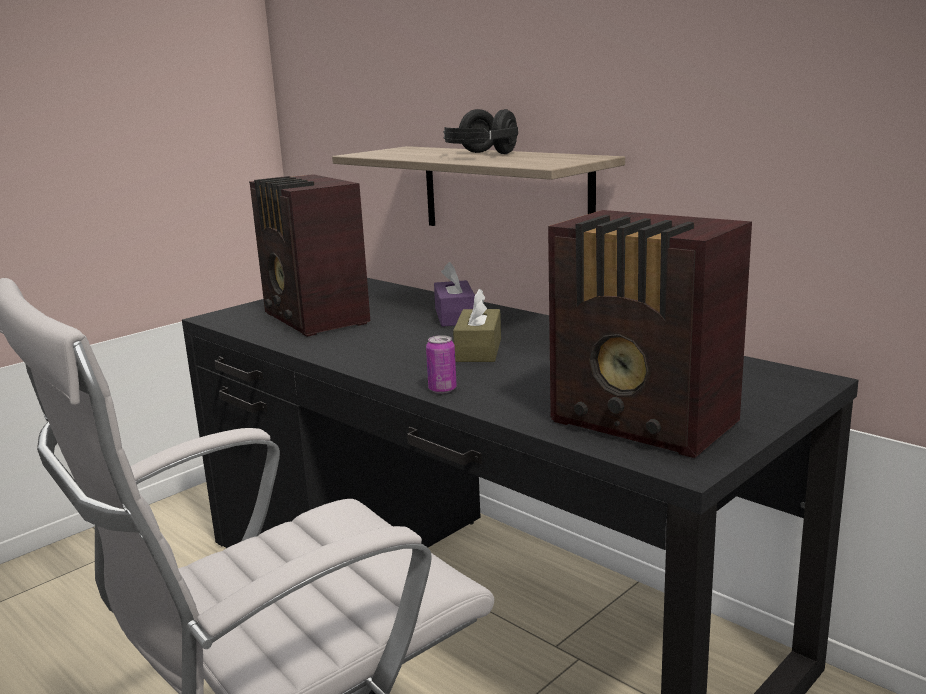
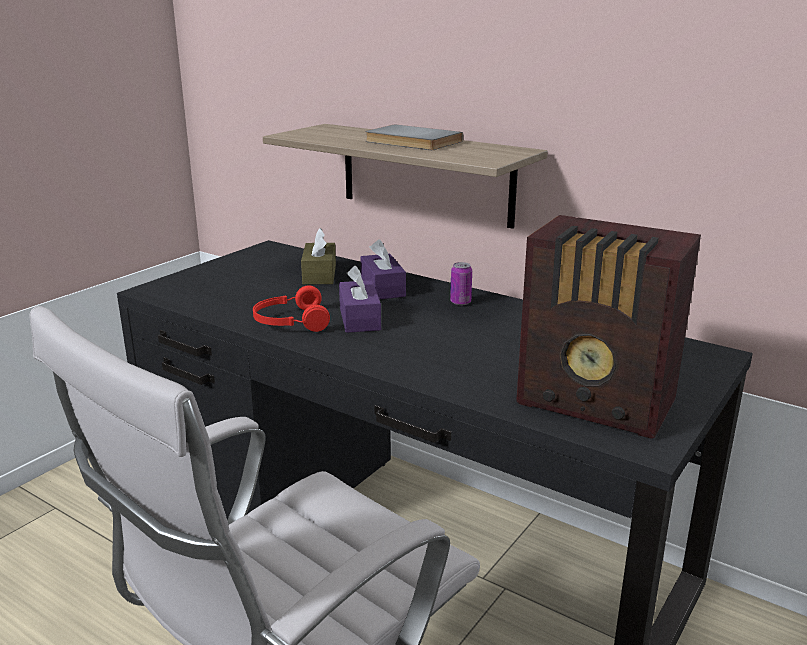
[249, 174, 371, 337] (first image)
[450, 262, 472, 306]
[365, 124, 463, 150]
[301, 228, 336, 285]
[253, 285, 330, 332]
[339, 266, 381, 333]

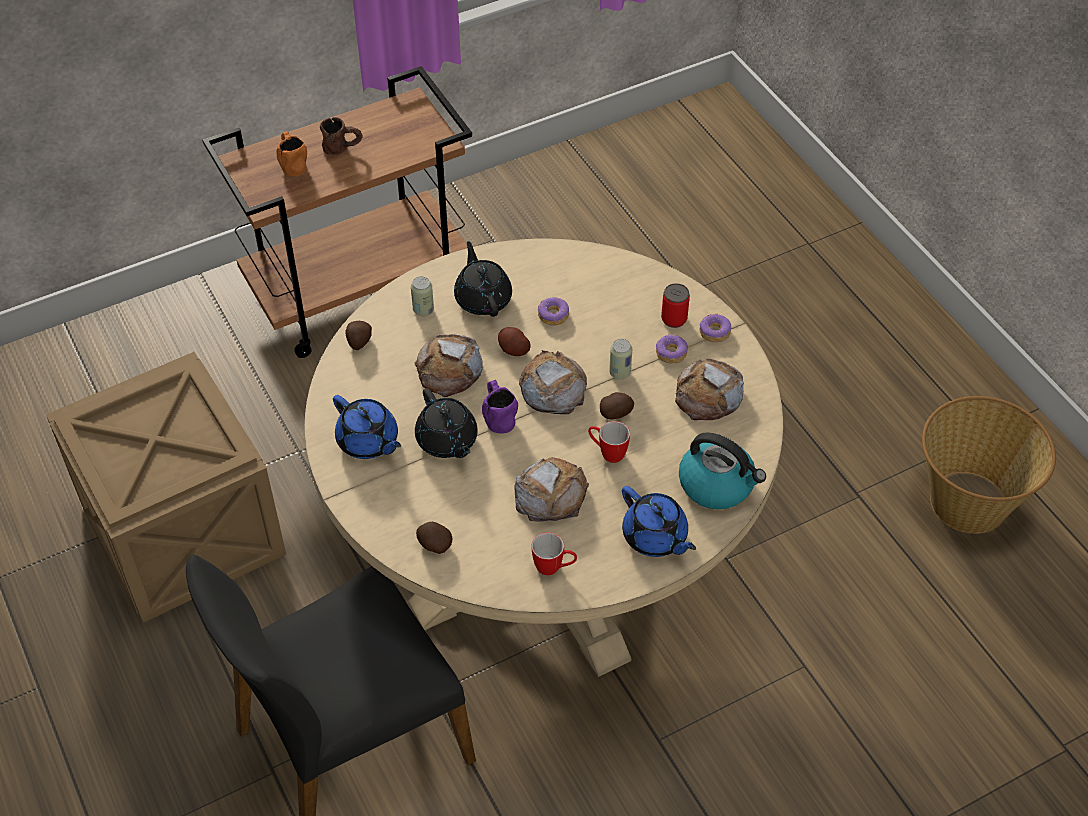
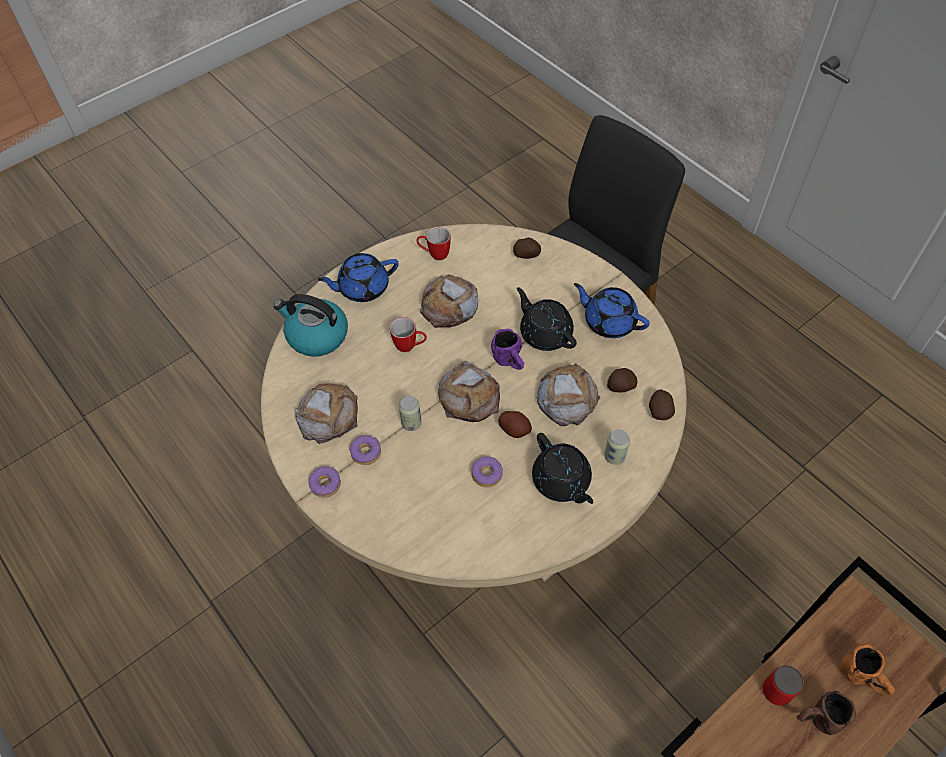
[46, 352, 286, 623] (first image)
[607, 368, 638, 392]
[318, 253, 399, 302]
[763, 665, 803, 706]
[922, 396, 1056, 534] (first image)

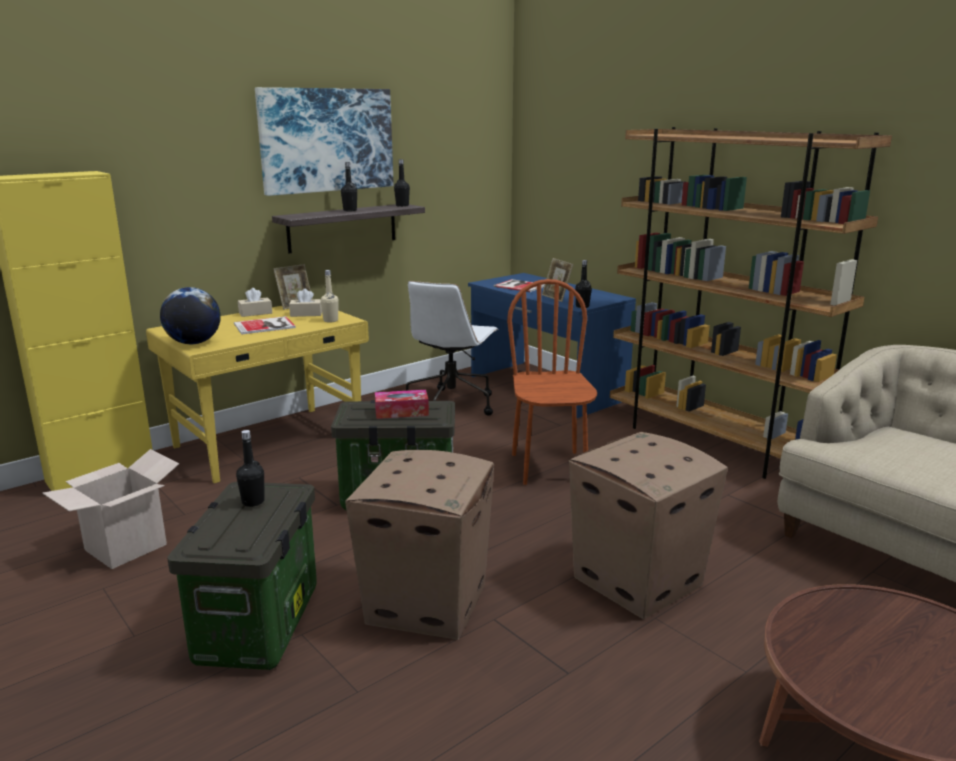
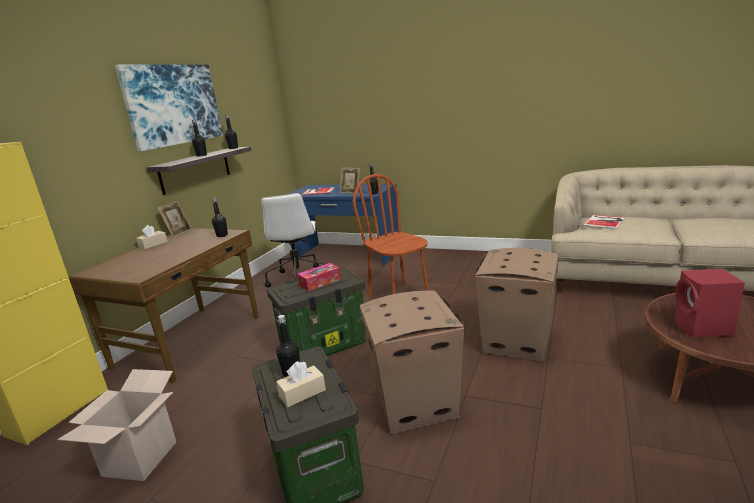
[69, 228, 259, 383]
[160, 287, 221, 344] (first image)
[583, 215, 625, 230]
[276, 361, 326, 407]
[212, 197, 228, 237]
[610, 127, 892, 479] (first image)
[675, 269, 745, 338]

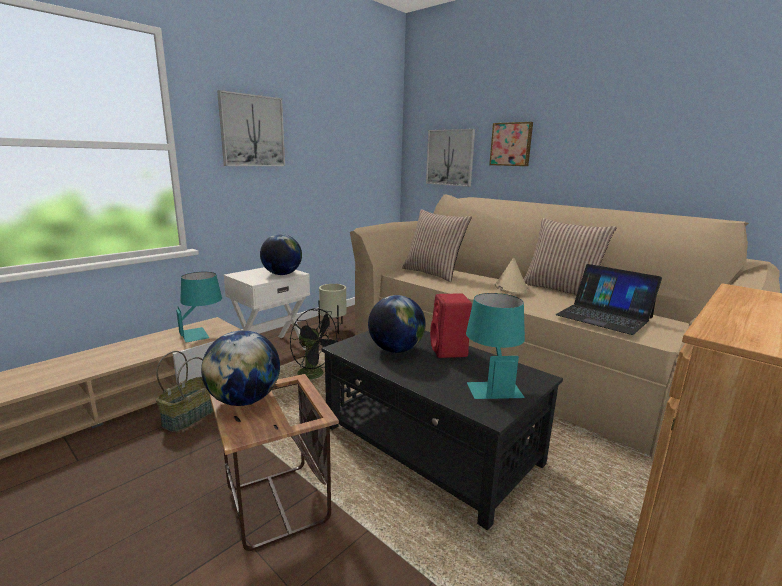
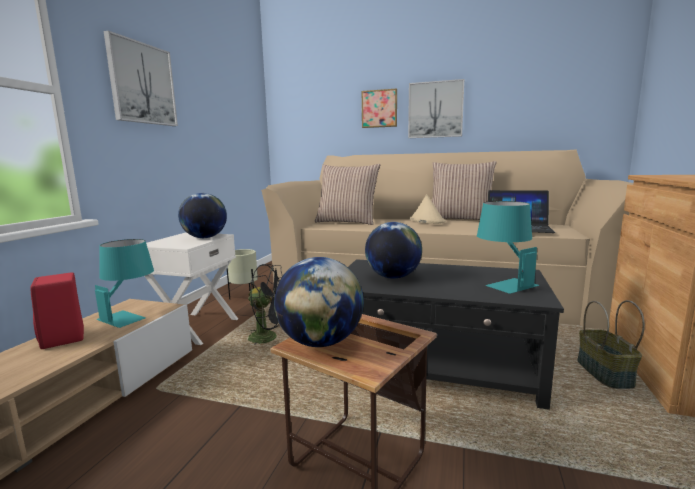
[577, 300, 645, 389]
[408, 79, 464, 138]
[30, 272, 84, 349]

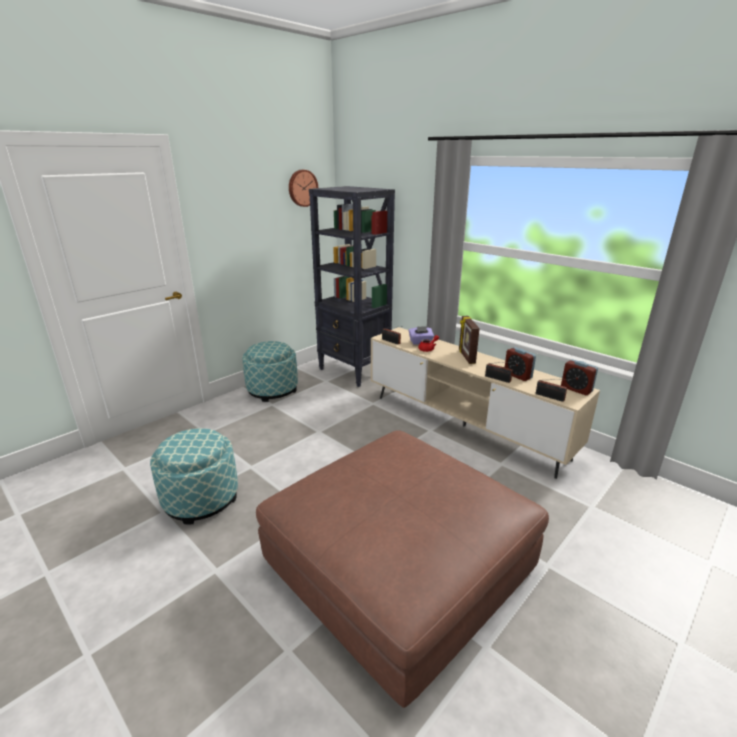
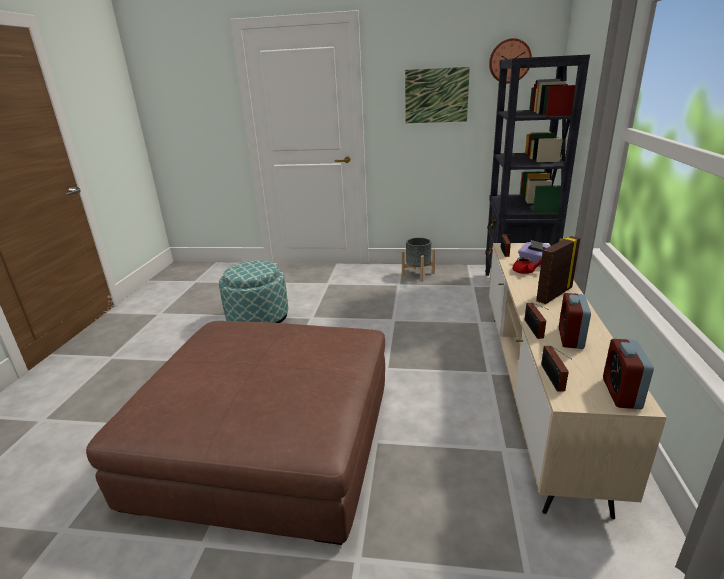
[402, 237, 435, 282]
[405, 67, 470, 123]

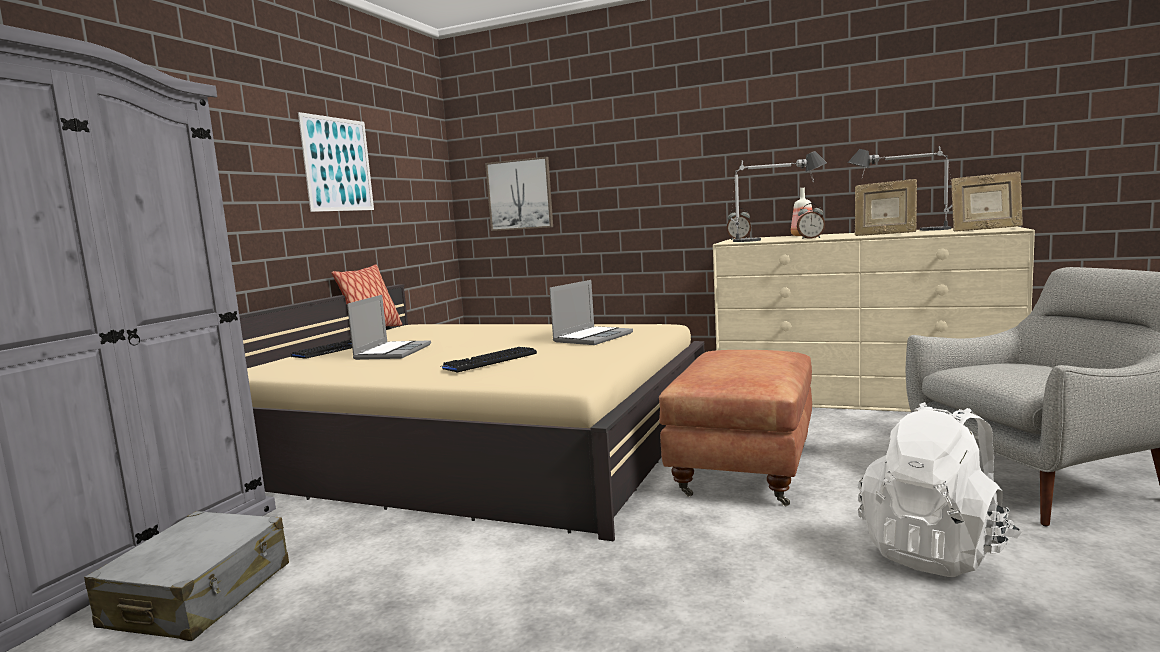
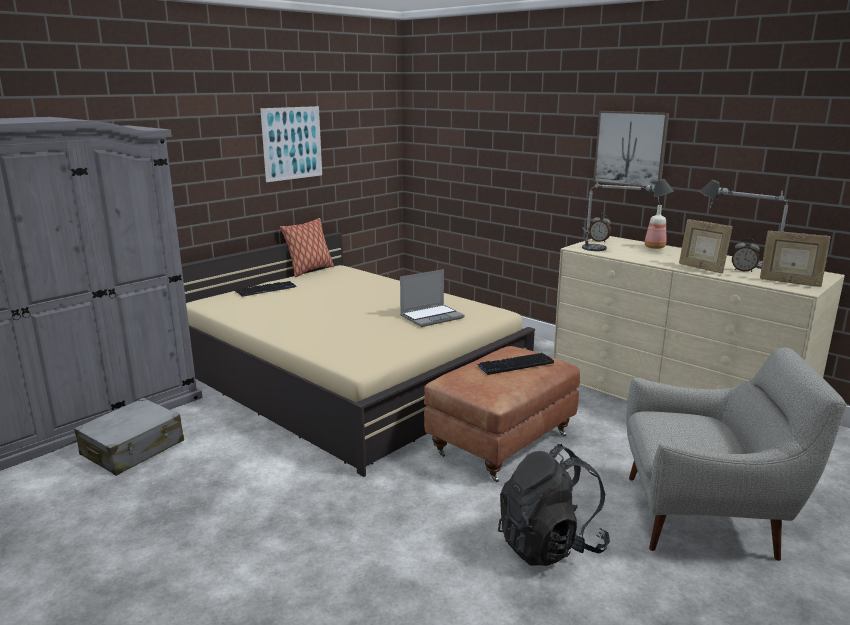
[347, 295, 431, 360] (first image)
[477, 353, 554, 375]
[593, 111, 669, 188]
[732, 239, 760, 272]
[498, 444, 610, 566]

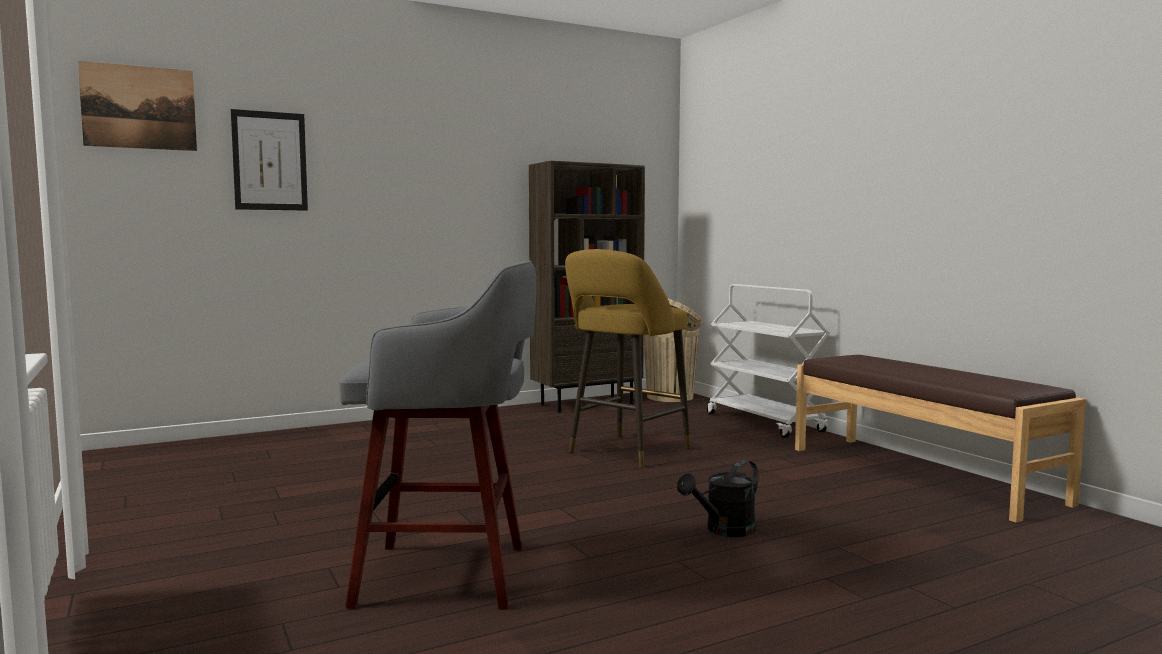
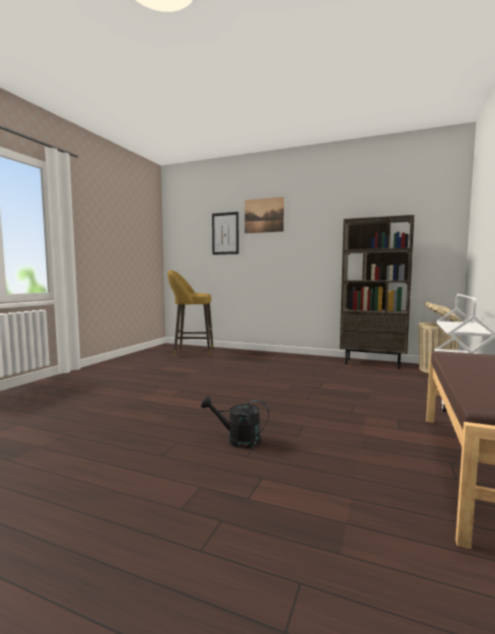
[245, 197, 284, 234]
[339, 261, 536, 610] (first image)
[168, 270, 214, 357]

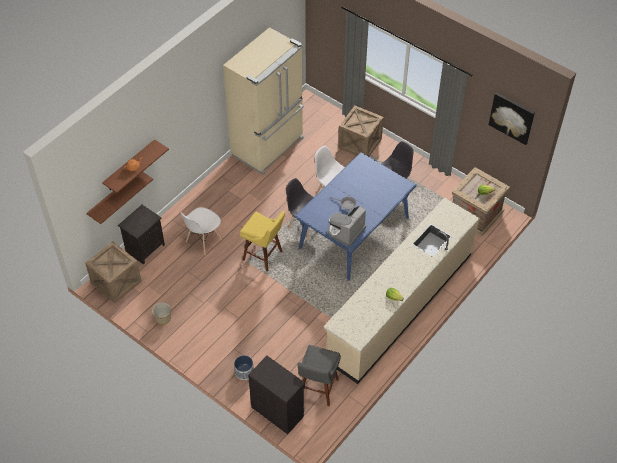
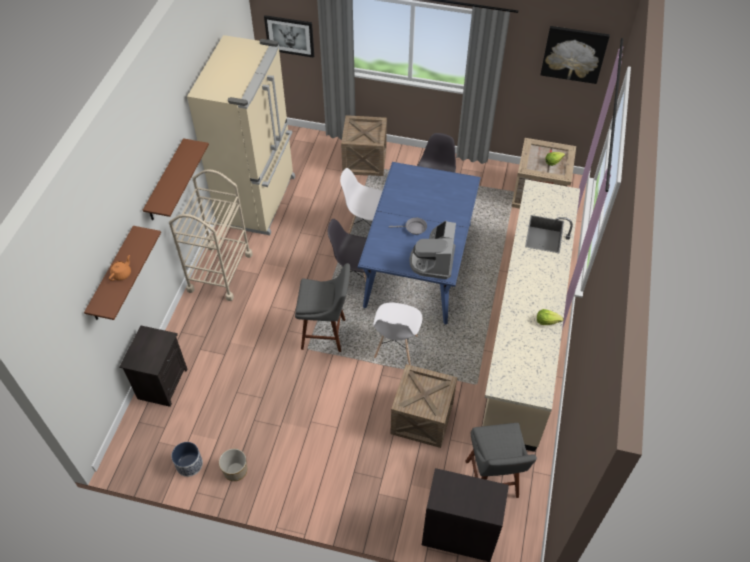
[390, 364, 457, 448]
[143, 138, 209, 220]
[373, 303, 422, 365]
[171, 442, 203, 477]
[295, 263, 350, 352]
[169, 169, 253, 301]
[264, 15, 314, 58]

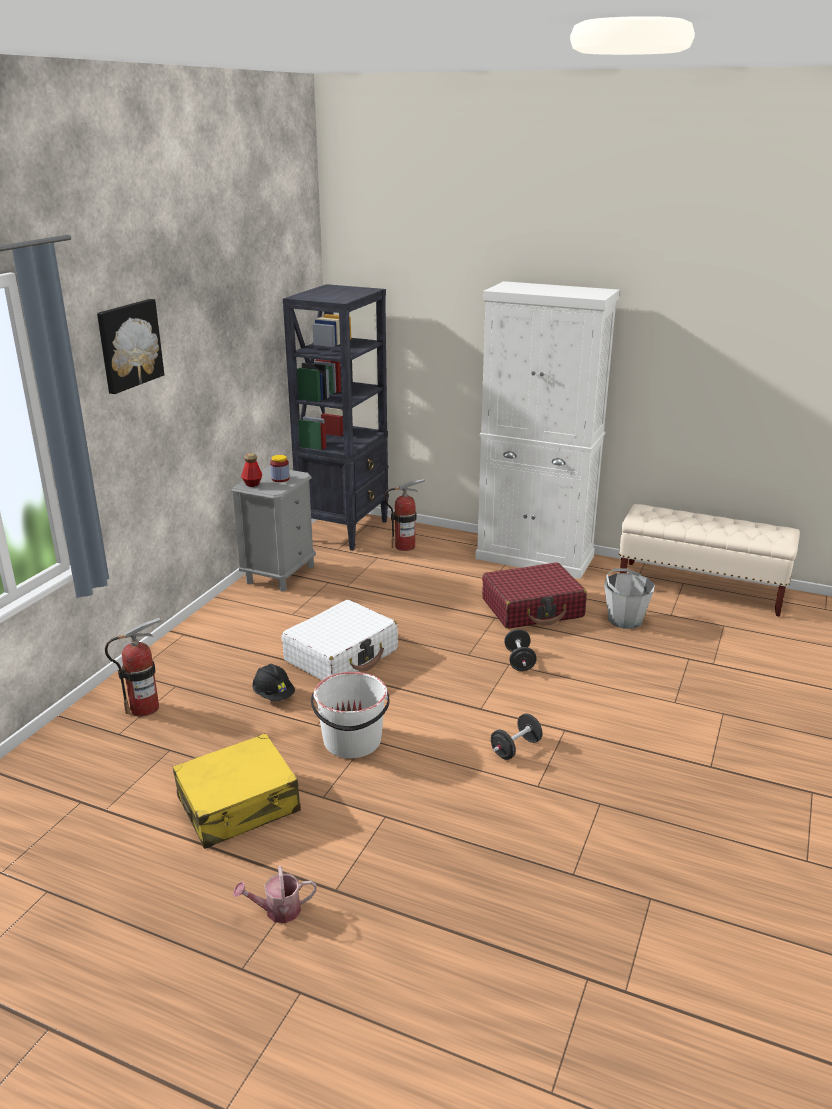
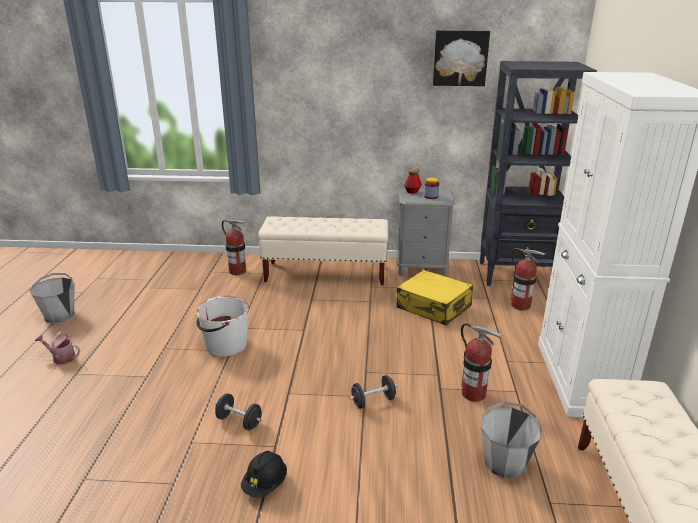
[433, 30, 490, 86]
[396, 270, 473, 325]
[35, 332, 80, 365]
[241, 451, 287, 498]
[282, 600, 398, 680] (first image)
[461, 323, 503, 402]
[30, 273, 75, 323]
[259, 216, 388, 286]

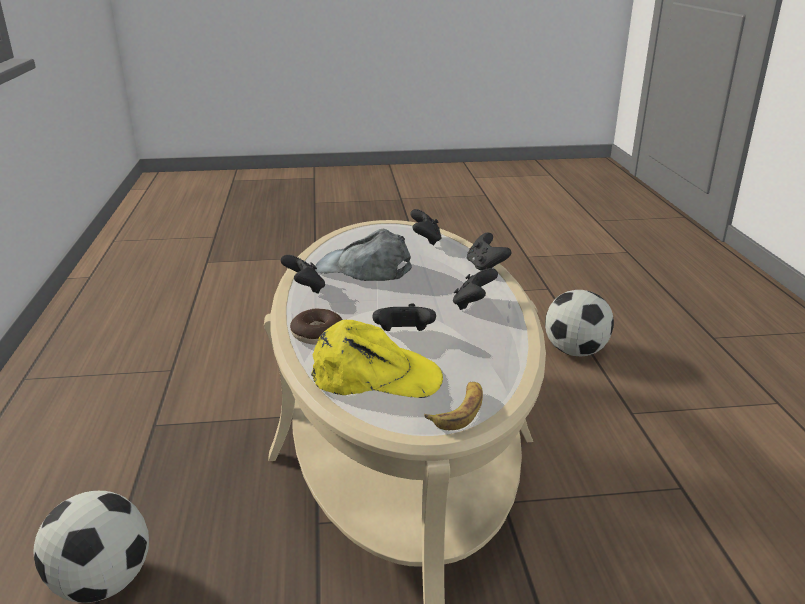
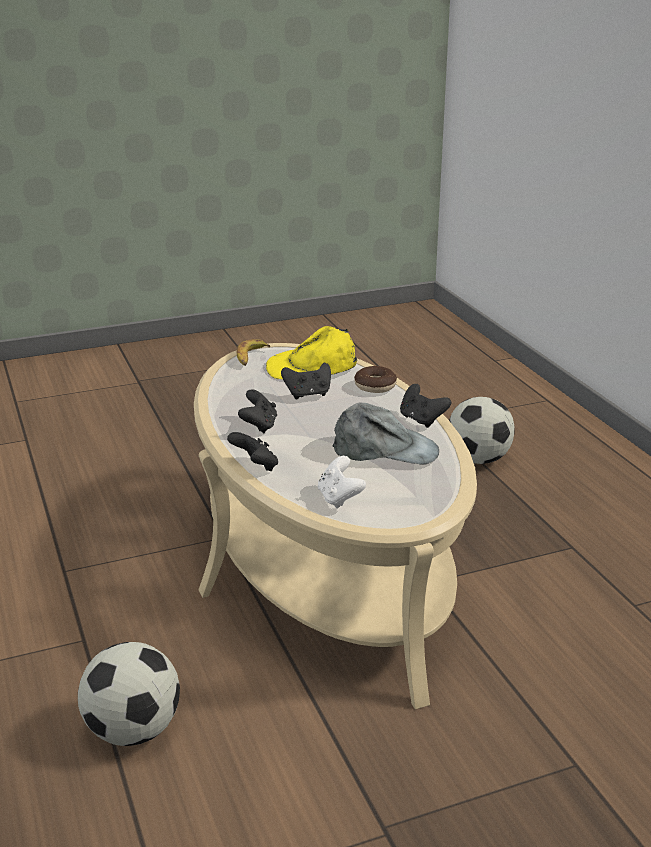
[318, 456, 366, 509]

